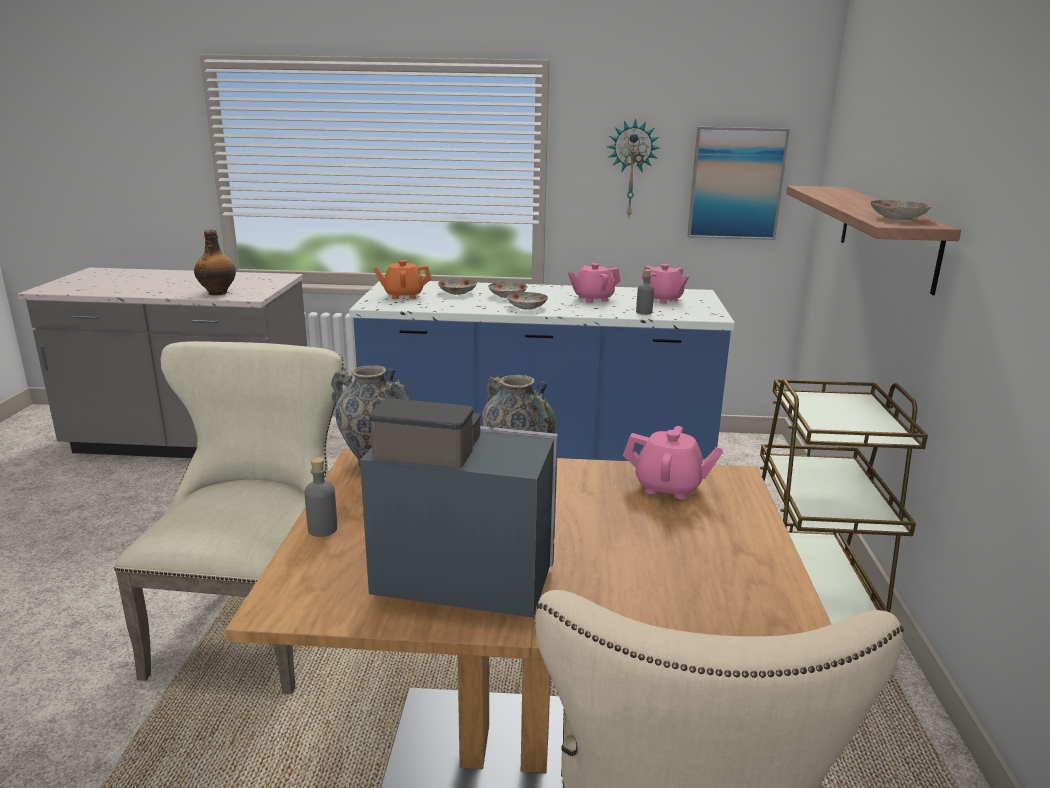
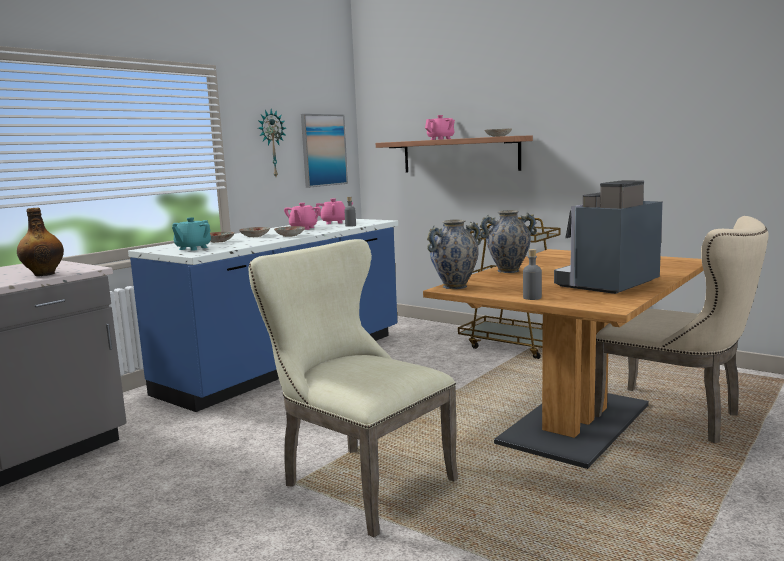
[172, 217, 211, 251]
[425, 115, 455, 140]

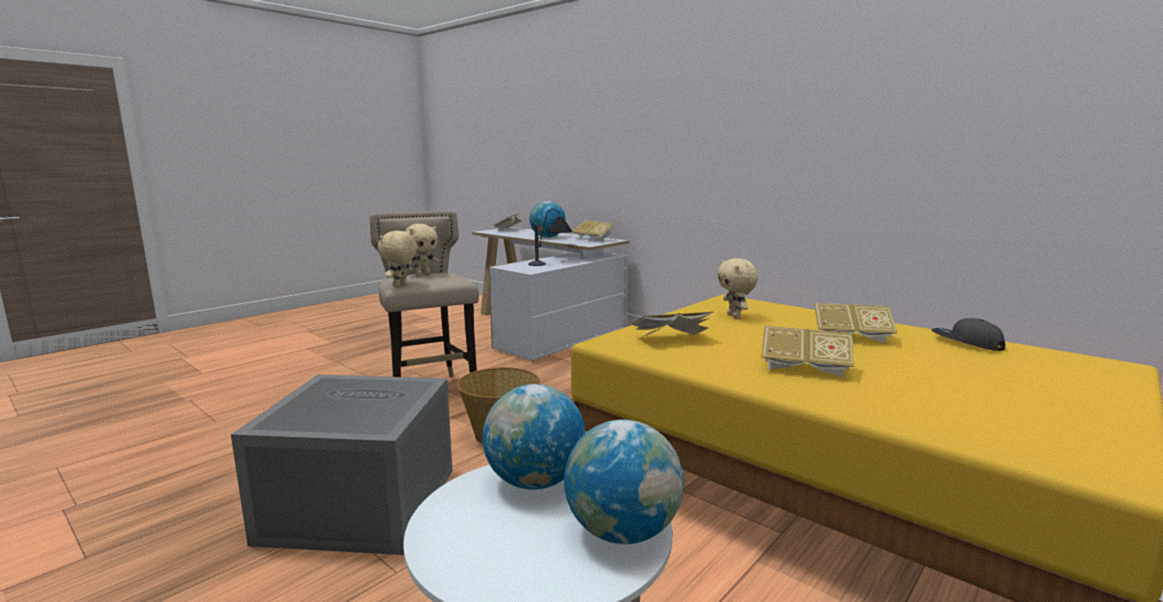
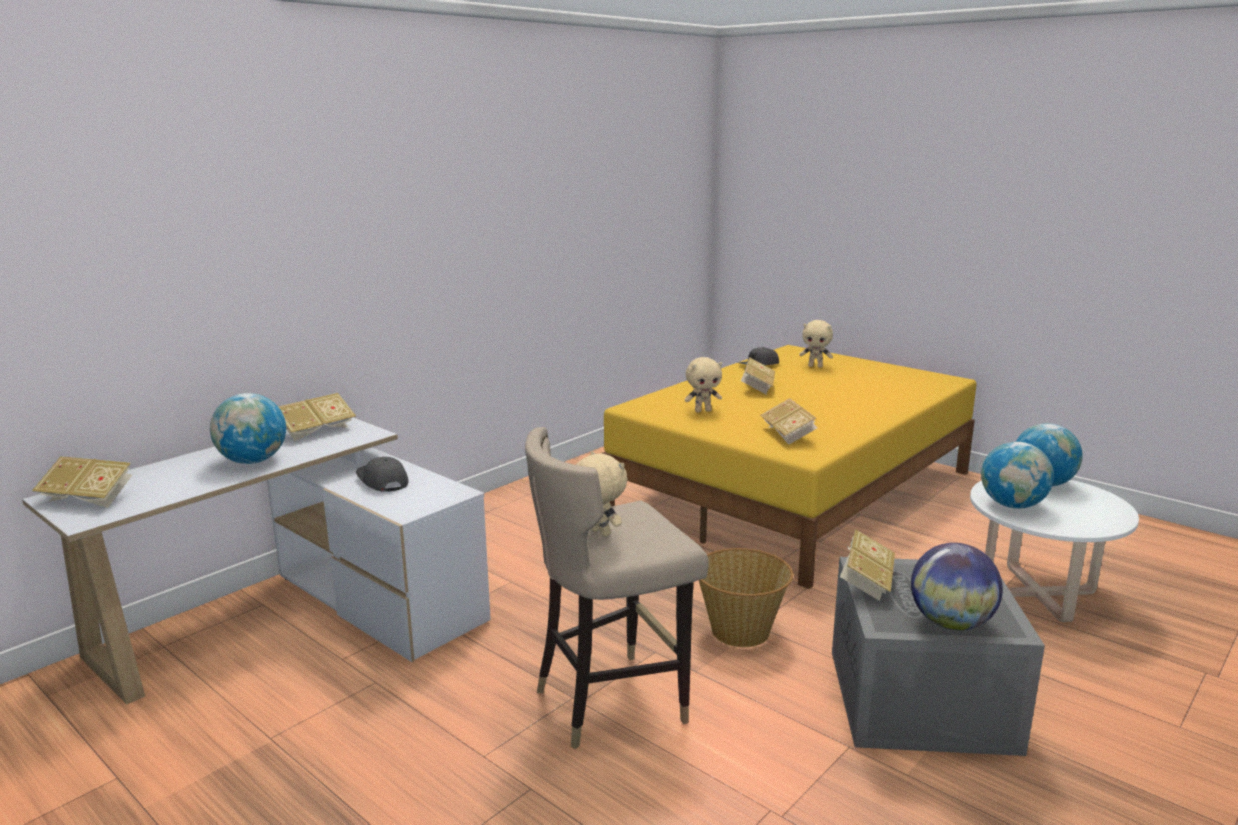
[799, 320, 833, 367]
[356, 457, 409, 492]
[840, 529, 895, 601]
[911, 543, 1003, 630]

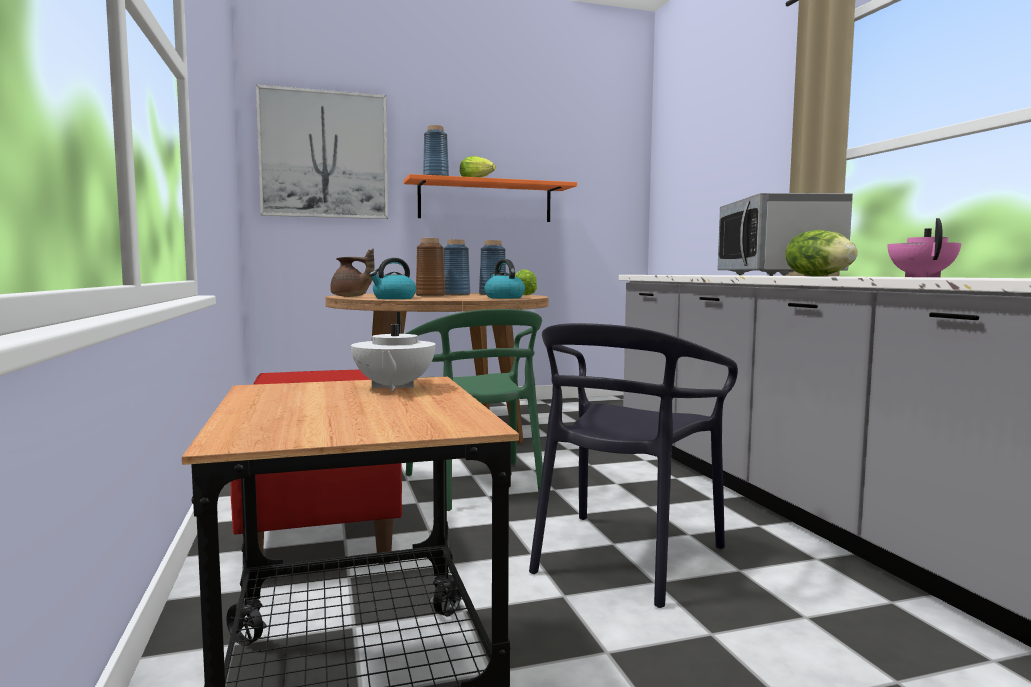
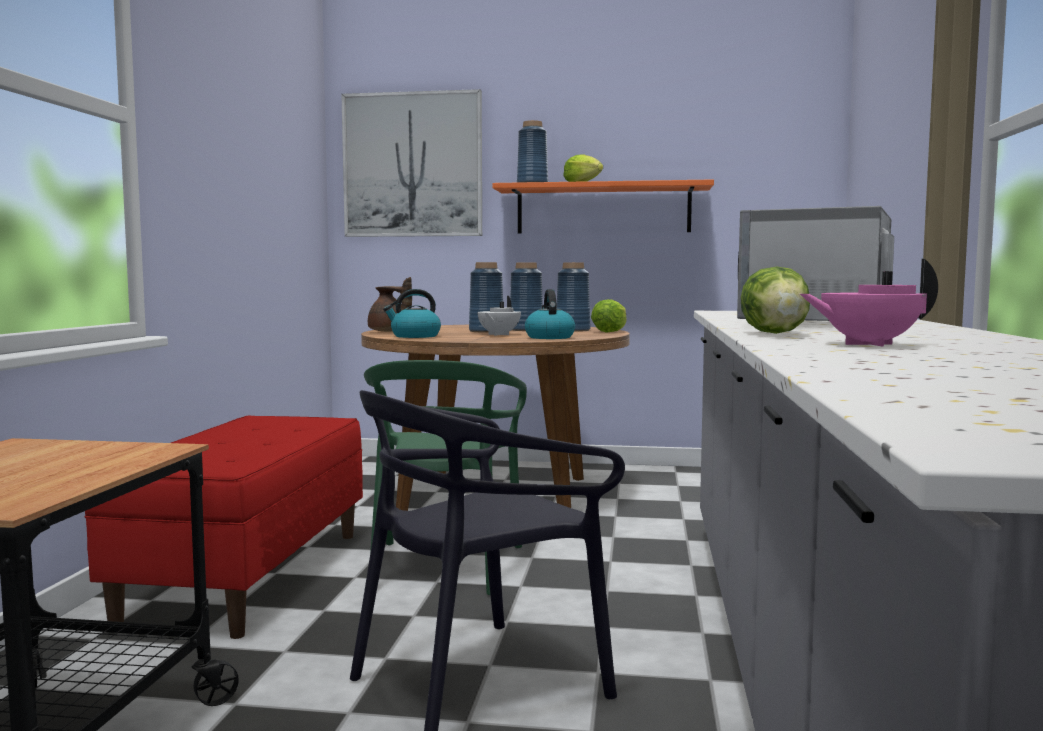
[477, 296, 521, 336]
[469, 262, 503, 332]
[800, 259, 938, 346]

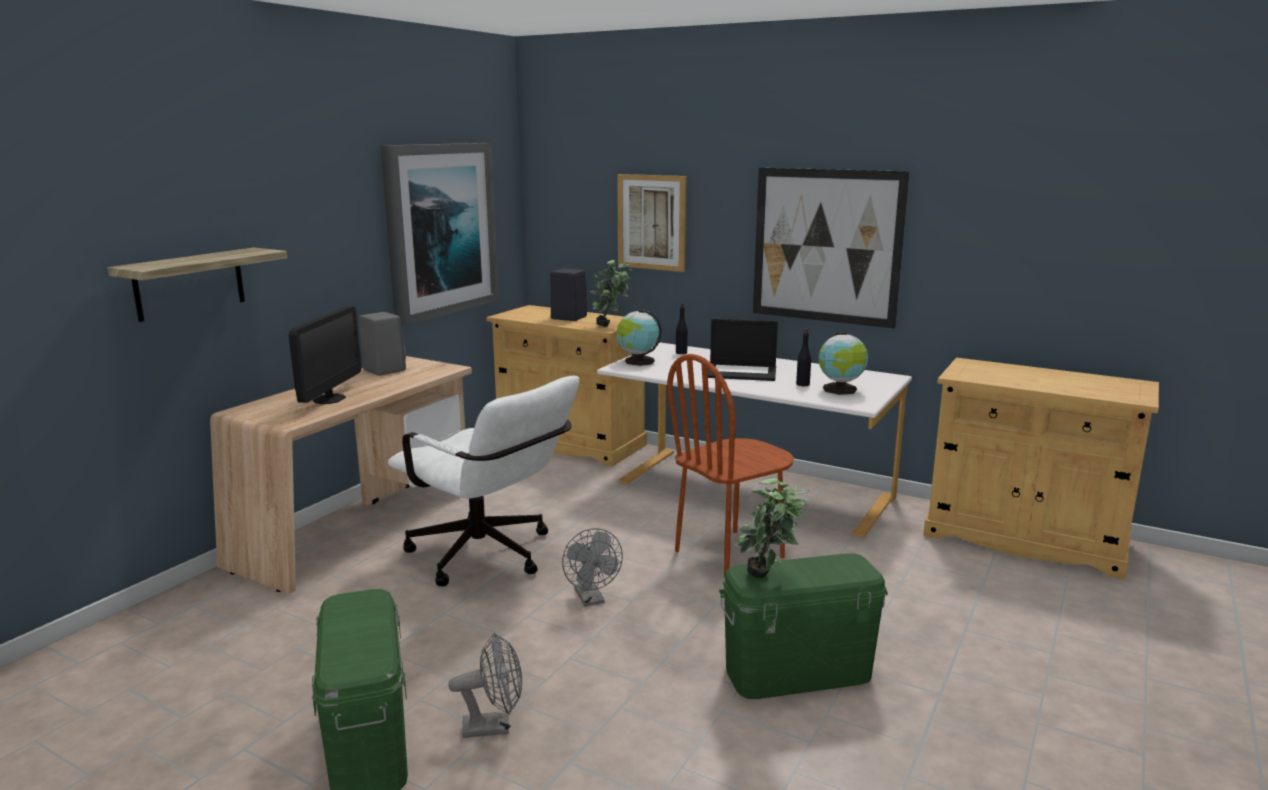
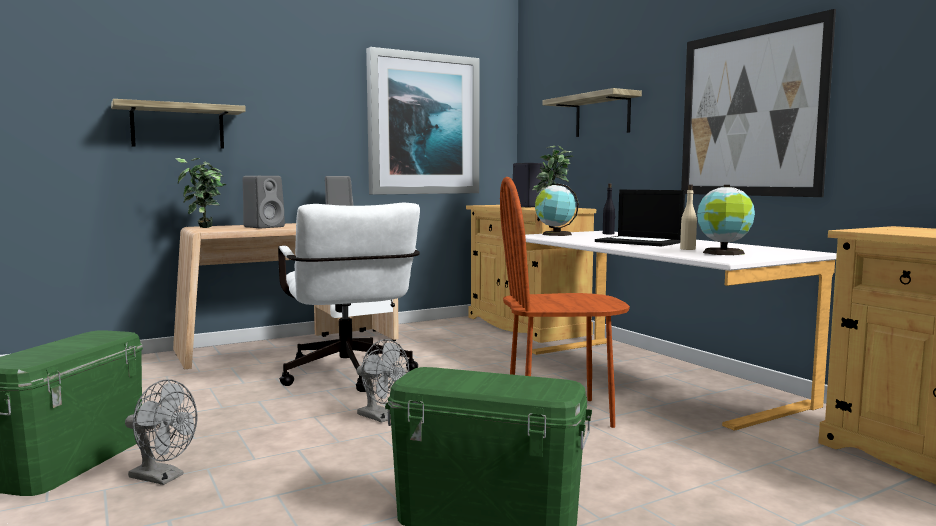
[243, 176, 285, 228]
[357, 339, 409, 423]
[542, 88, 642, 137]
[175, 158, 227, 228]
[680, 184, 697, 250]

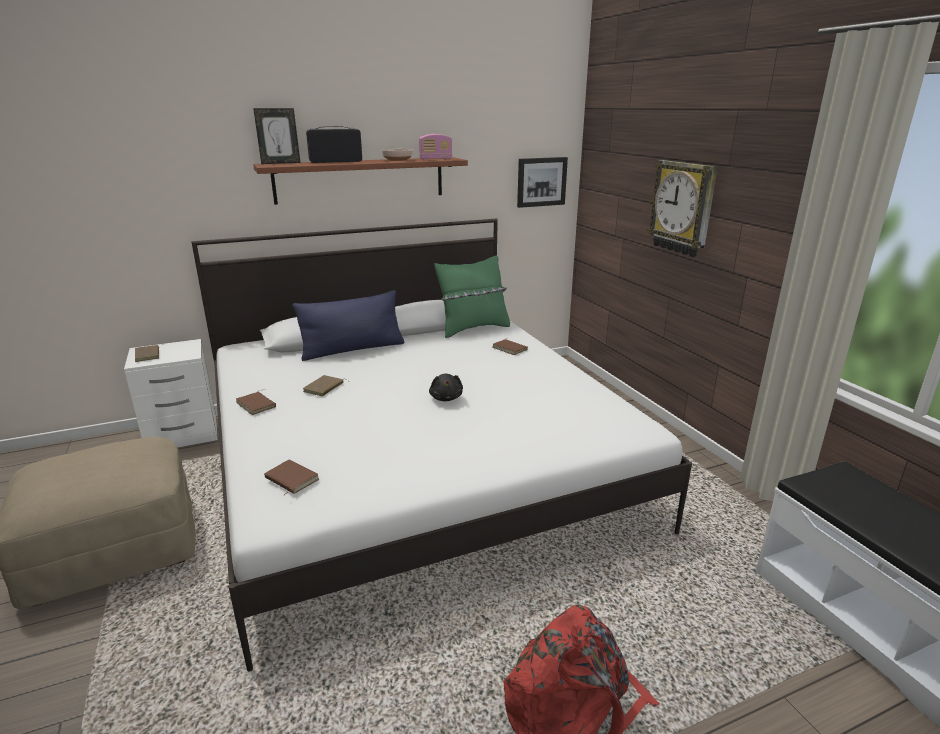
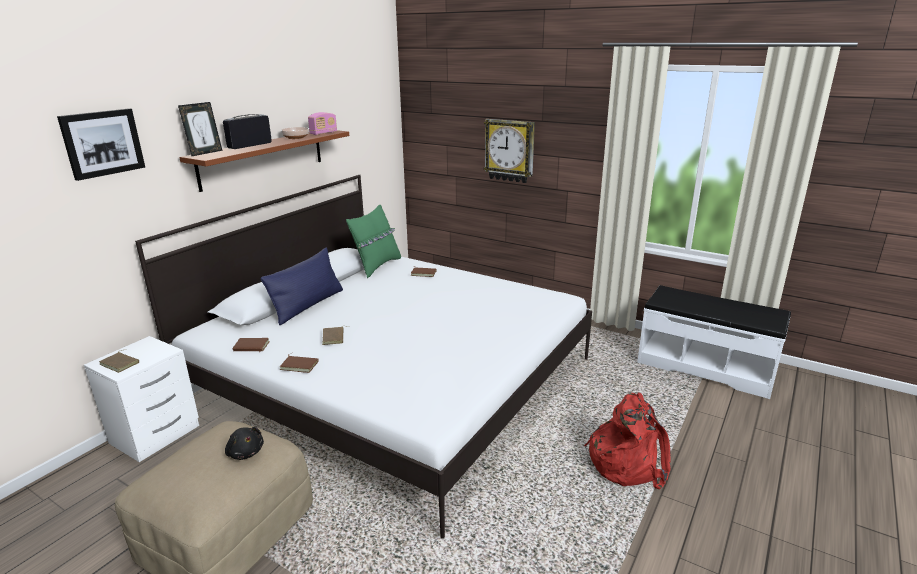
[233, 338, 270, 353]
[225, 427, 264, 460]
[57, 108, 145, 181]

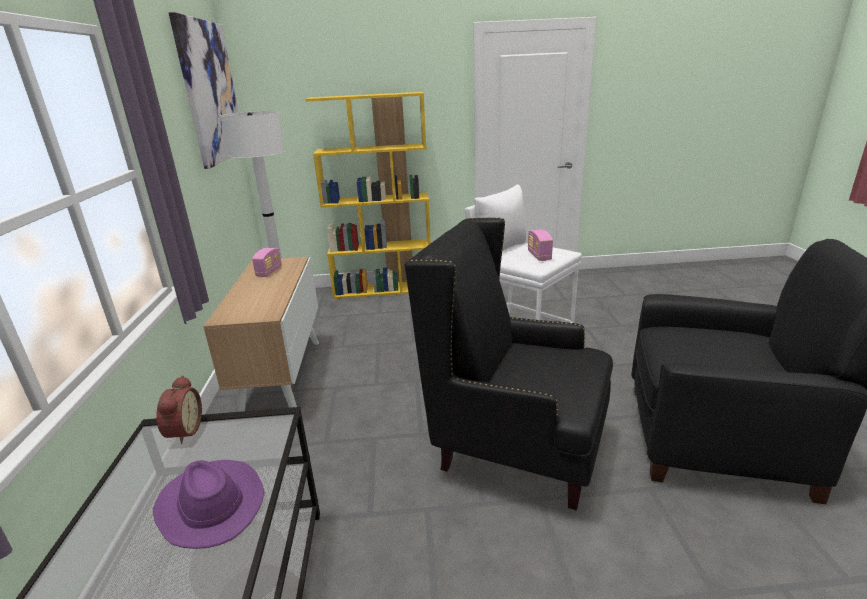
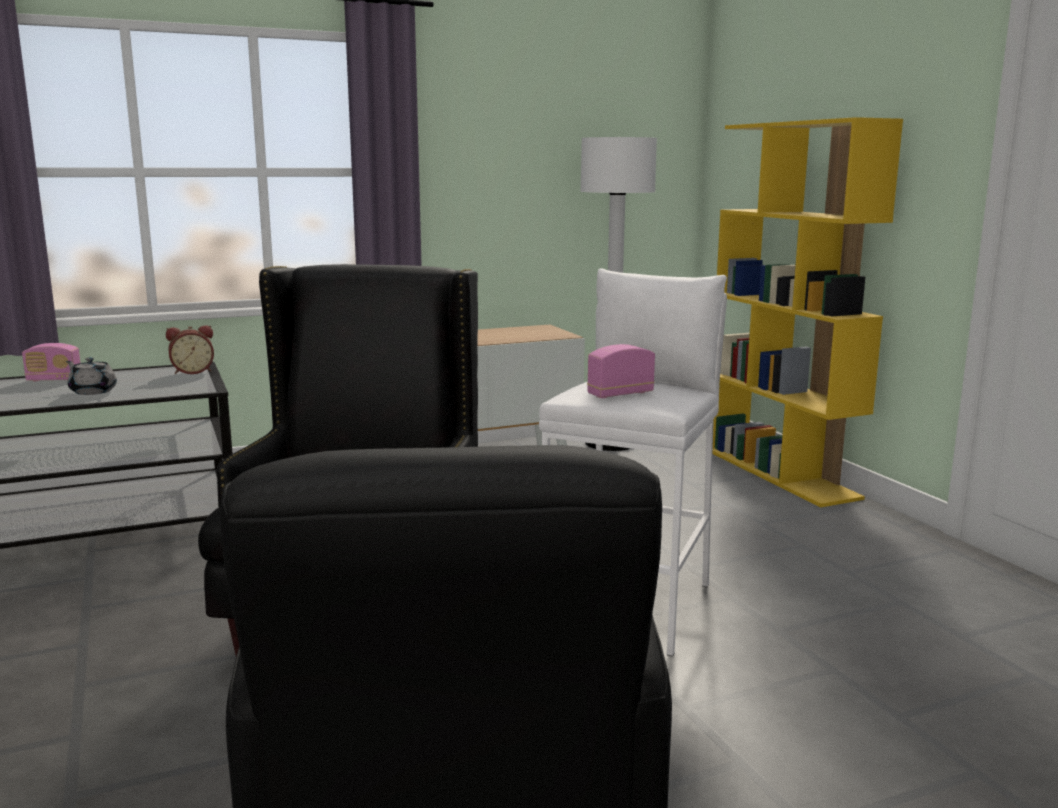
[66, 357, 117, 395]
[169, 12, 239, 169] (first image)
[22, 343, 80, 381]

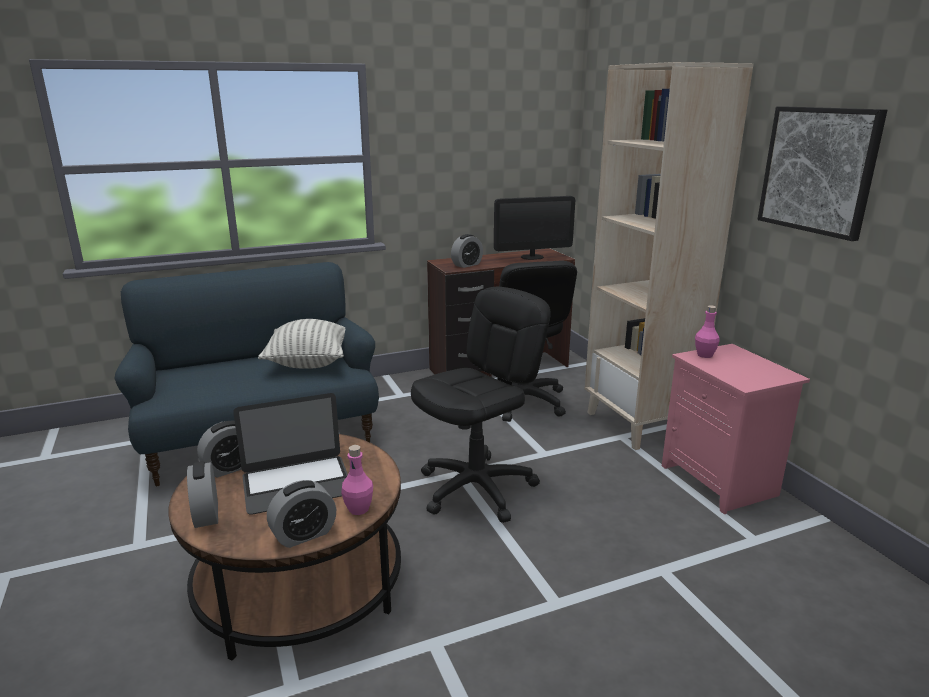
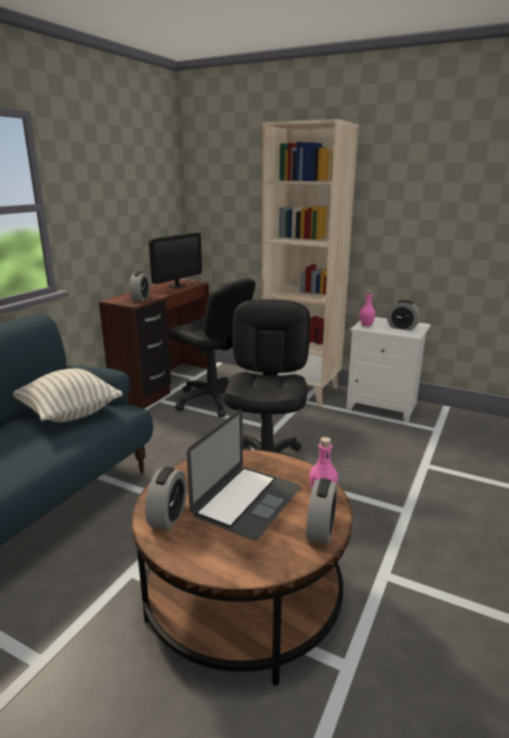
[387, 300, 420, 331]
[346, 317, 431, 423]
[757, 106, 887, 241] (first image)

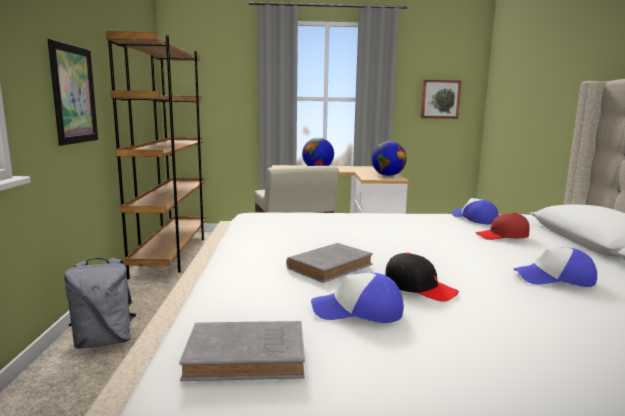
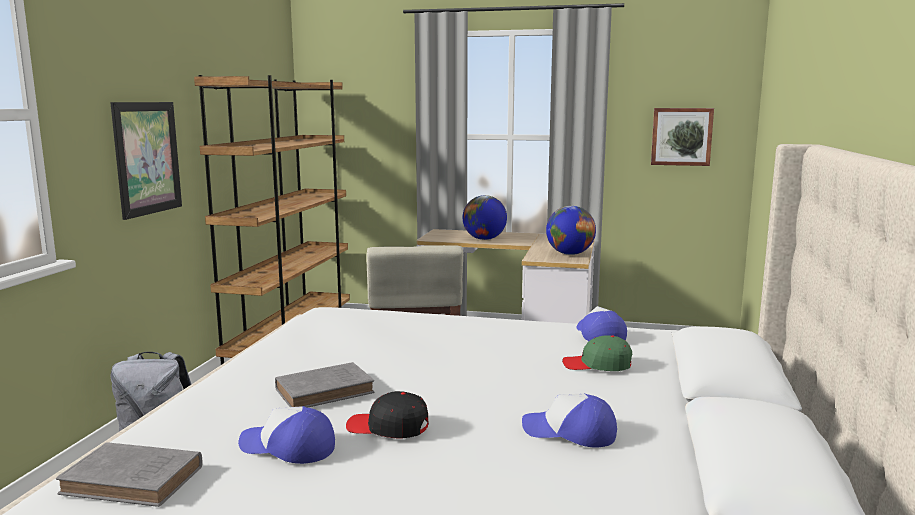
[346, 391, 429, 438]
[562, 335, 632, 371]

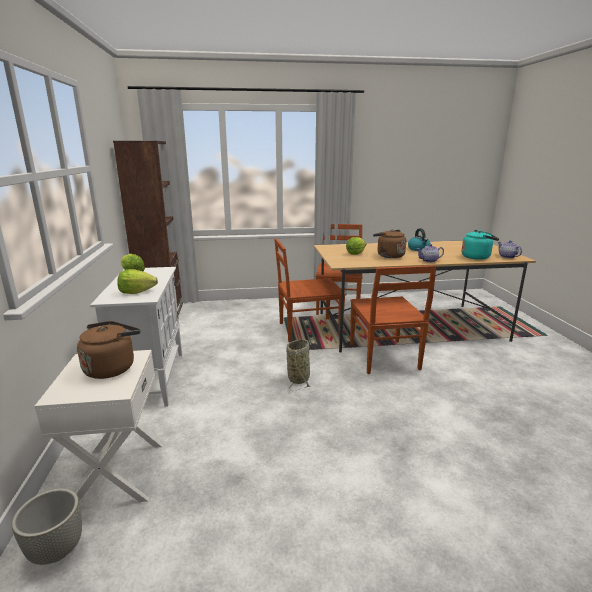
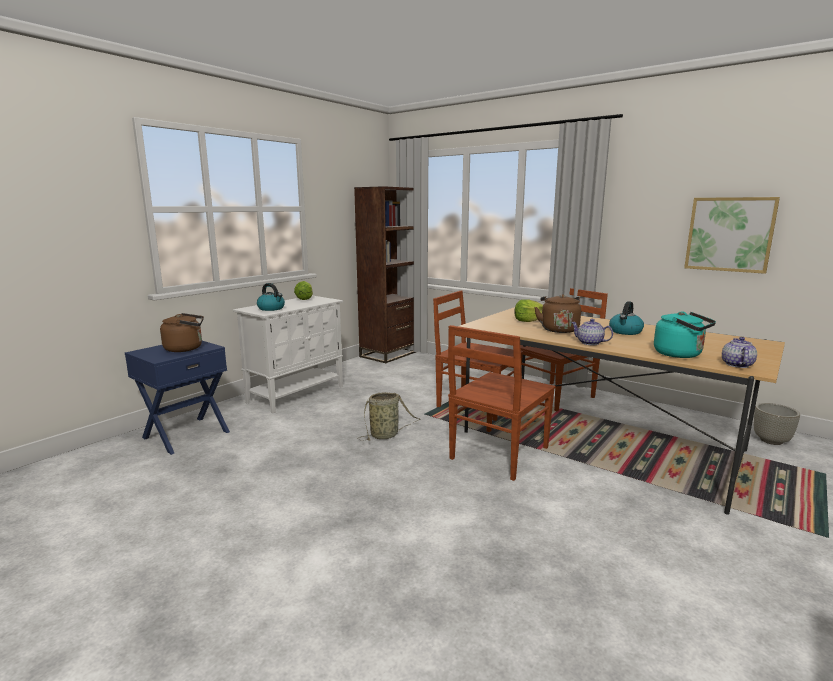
[754, 403, 800, 445]
[125, 341, 230, 455]
[257, 283, 285, 311]
[684, 197, 780, 274]

